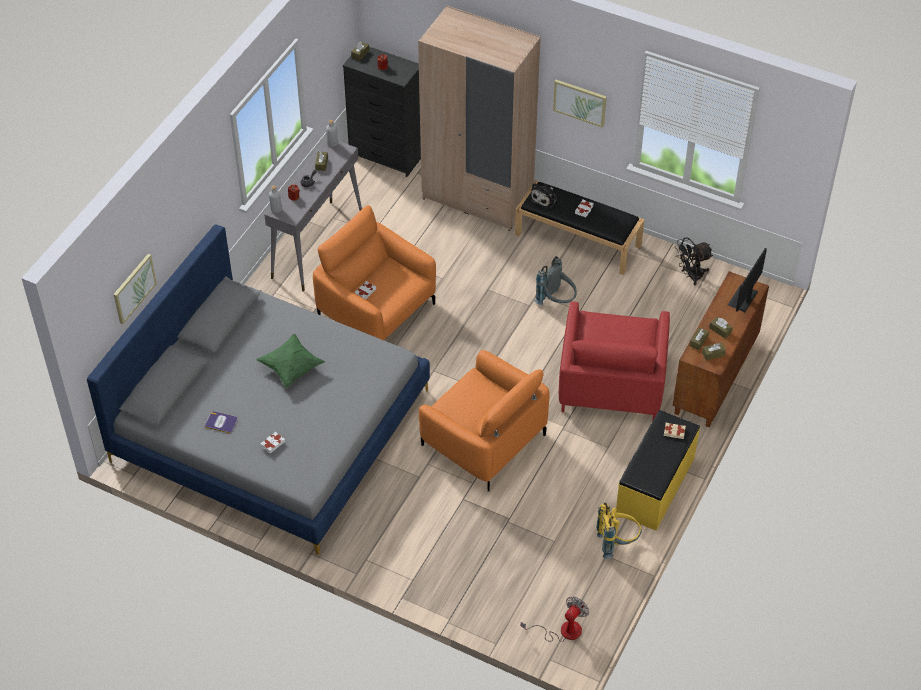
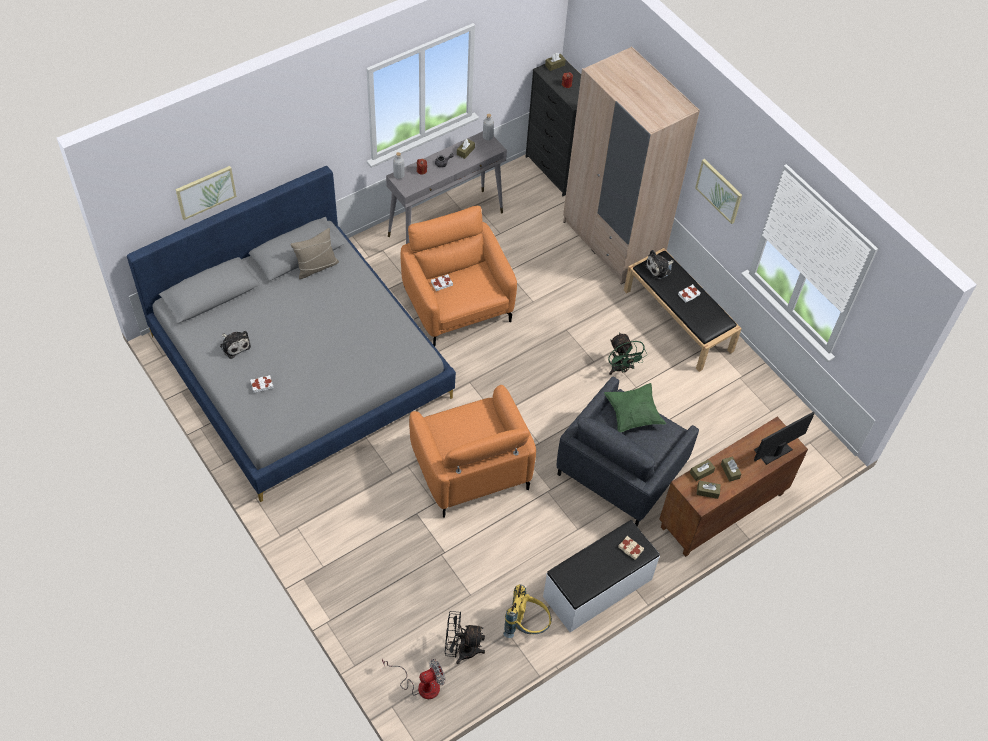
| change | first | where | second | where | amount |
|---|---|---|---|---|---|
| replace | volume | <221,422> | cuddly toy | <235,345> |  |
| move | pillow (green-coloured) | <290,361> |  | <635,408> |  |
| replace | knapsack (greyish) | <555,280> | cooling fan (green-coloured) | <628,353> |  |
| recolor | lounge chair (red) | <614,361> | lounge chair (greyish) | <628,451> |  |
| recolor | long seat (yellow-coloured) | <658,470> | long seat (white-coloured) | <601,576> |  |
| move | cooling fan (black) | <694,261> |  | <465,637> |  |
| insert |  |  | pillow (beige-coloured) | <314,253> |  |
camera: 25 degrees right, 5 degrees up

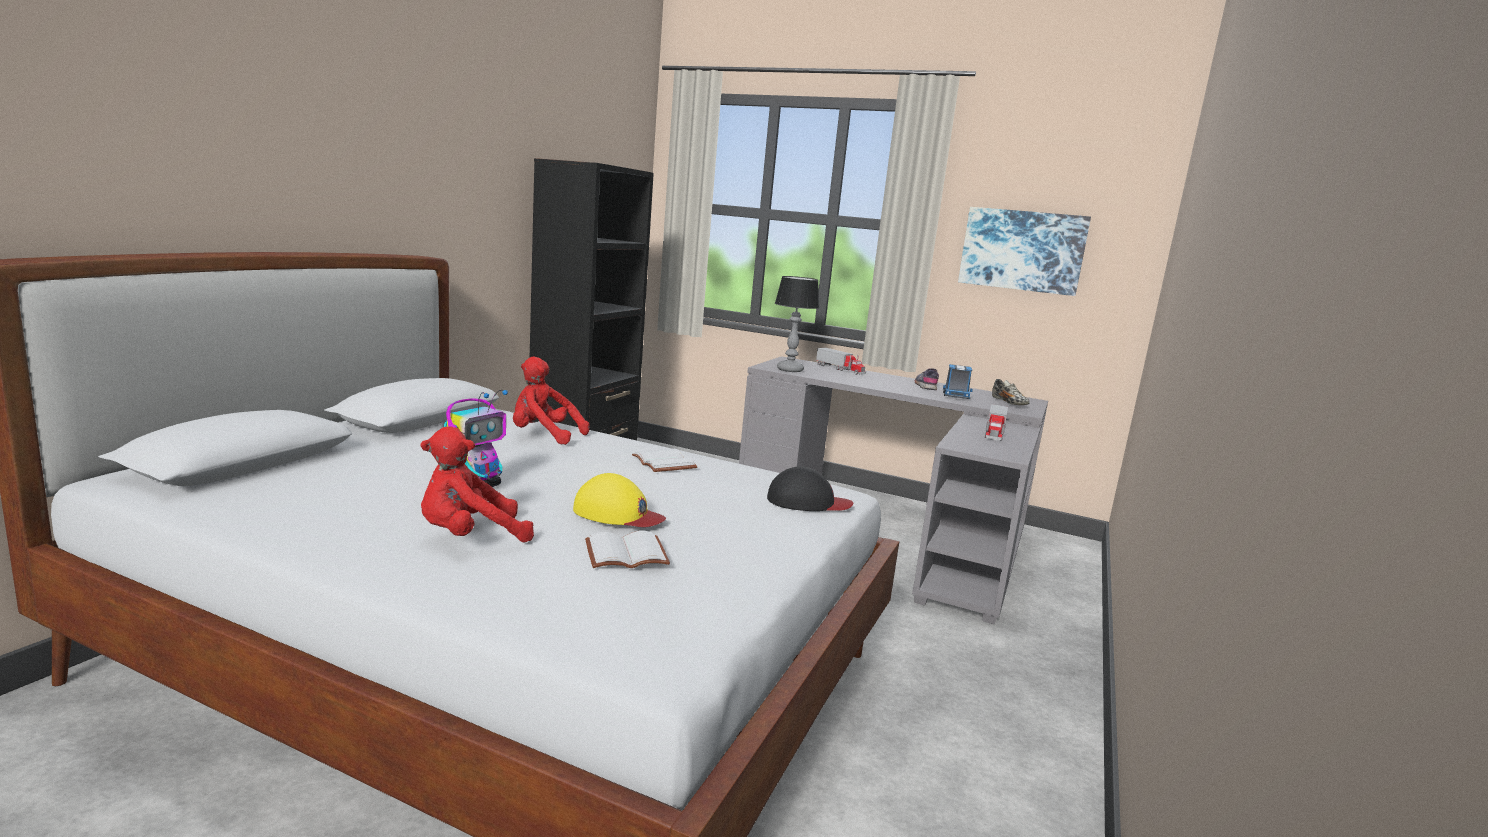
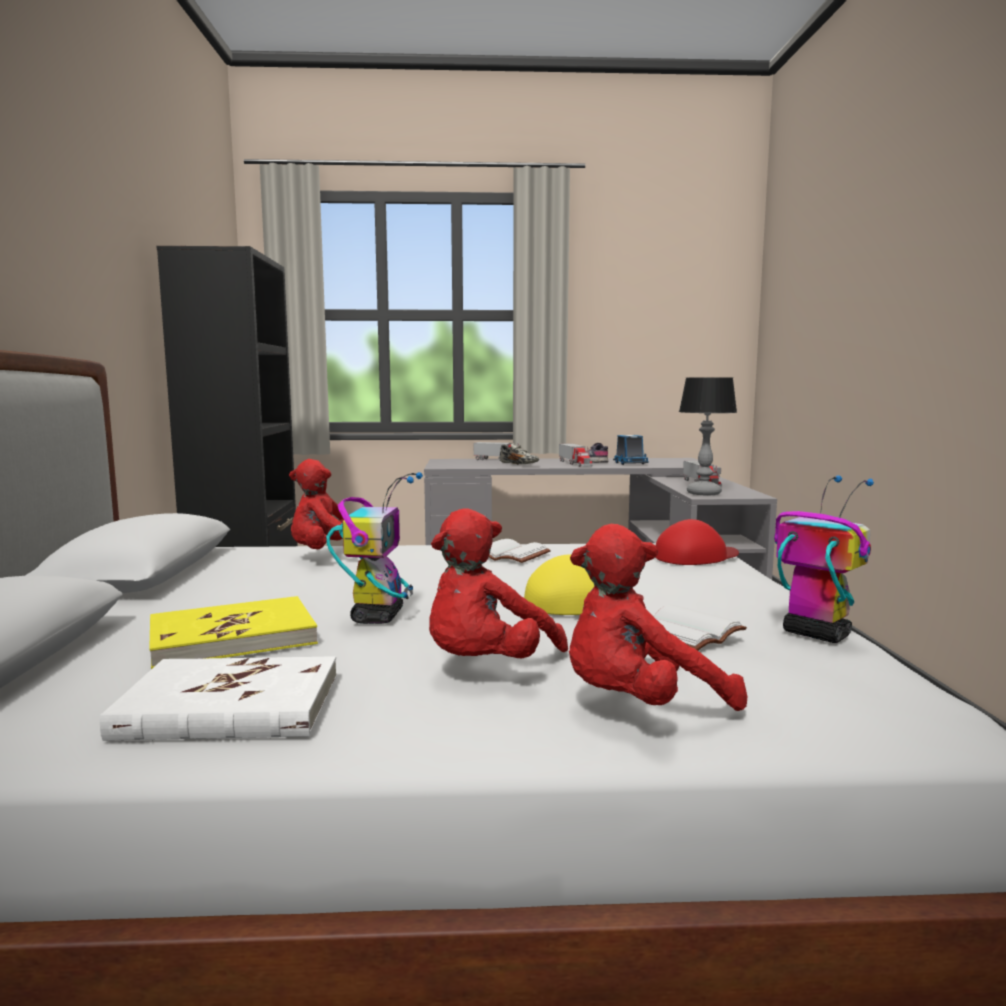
| change | first | where | second | where | amount |
|---|---|---|---|---|---|
| recolor | peaked cap (black) | <810,488> | peaked cap (red) | <697,542> |  |
| move | lamp for a table | <797,324> |  | <708,436> |  |
| delete | picture | <1024,251> |  |  |  |
| move | shoe | <1011,392> |  | <519,454> |  |
| insert |  |  | volume (white-coloured) | <218,698> |  |
| insert |  |  | volume (yellow-coloured) | <233,632> |  |
| insert |  |  | toy lorry | <576,455> |  |
| insert |  |  | cuddly toy (red) | <658,617> |  |
| insert |  |  | toy robot | <824,559> |  |
camera: 25 degrees left, 5 degrees down

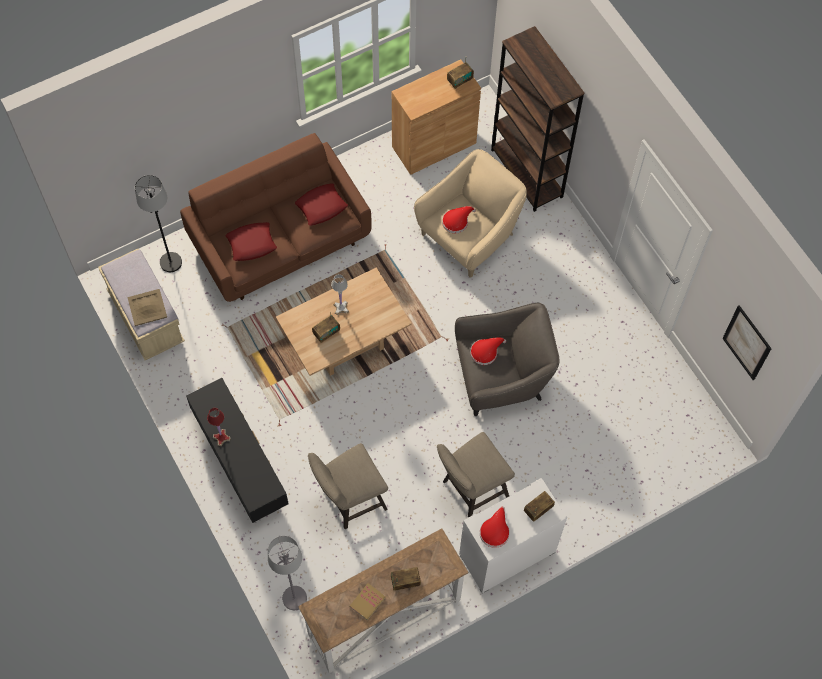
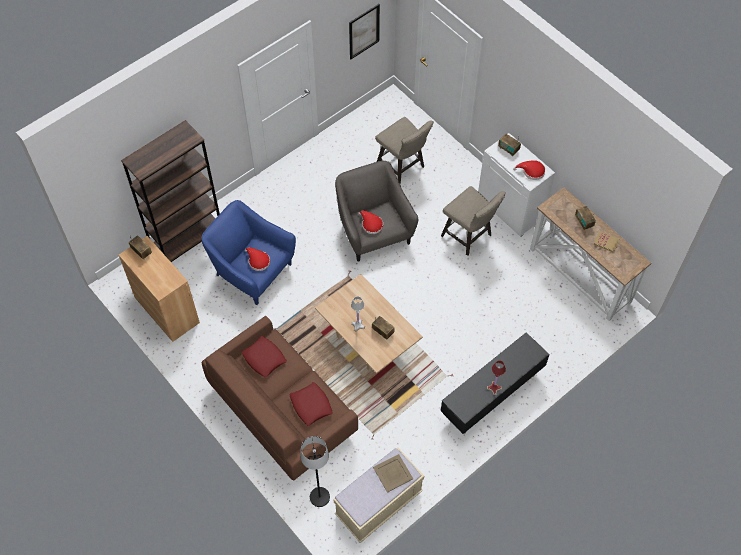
| change | first | where | second | where | amount |
|---|---|---|---|---|---|
| delete | standard lamp (greyish) | <287,573> |  |  |  |
| move | stool seat (beige-coloured) | <348,486> |  | <404,150> |  |
| recolor | lounge chair (beige-coloured) | <470,213> | lounge chair (bluish) | <248,252> |  |
camera: 100 degrees left, 5 degrees down

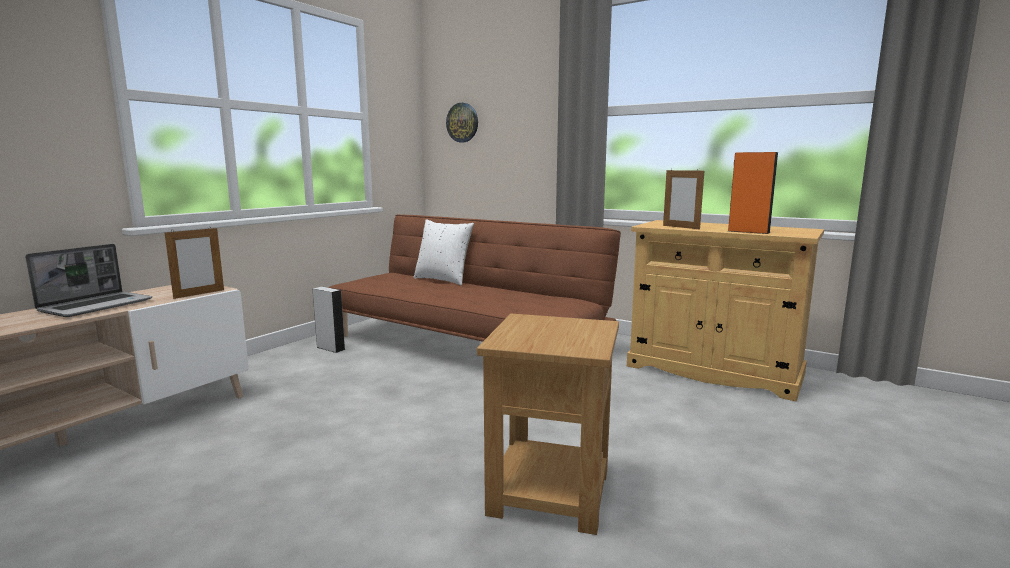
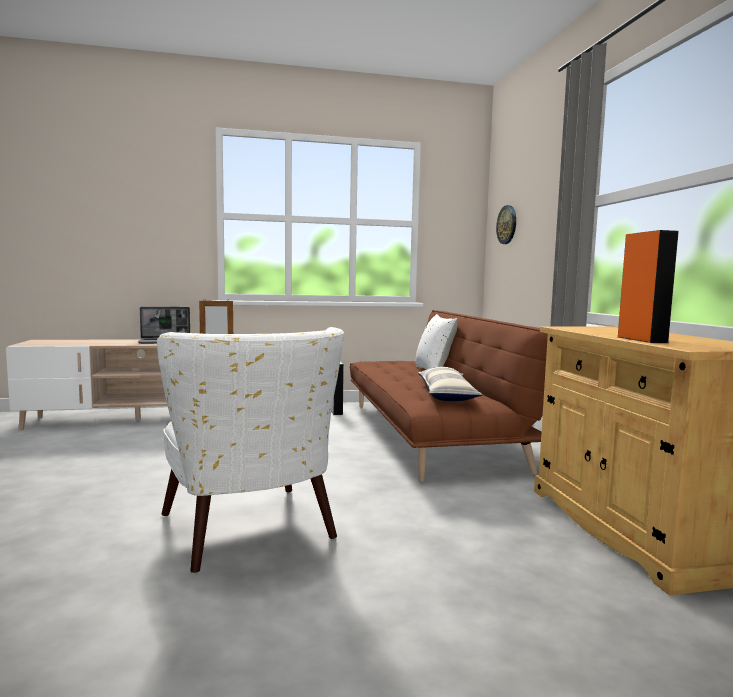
| change | first | where | second | where | amount |
|---|---|---|---|---|---|
| replace | side table (brownish) | <548,424> | lounge chair (white-coloured) | <250,450> |  |
| delete | photo frame | <683,198> |  |  |  |
| insert |  |  | pillow | <450,384> |  |
camera: 45 degrees right, 5 degrees down

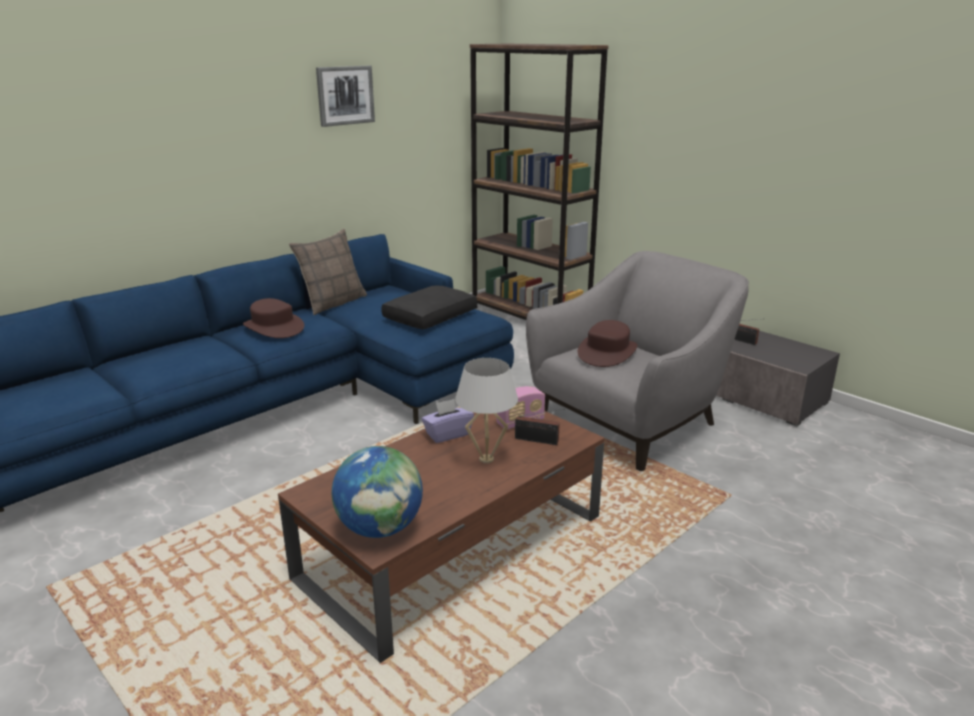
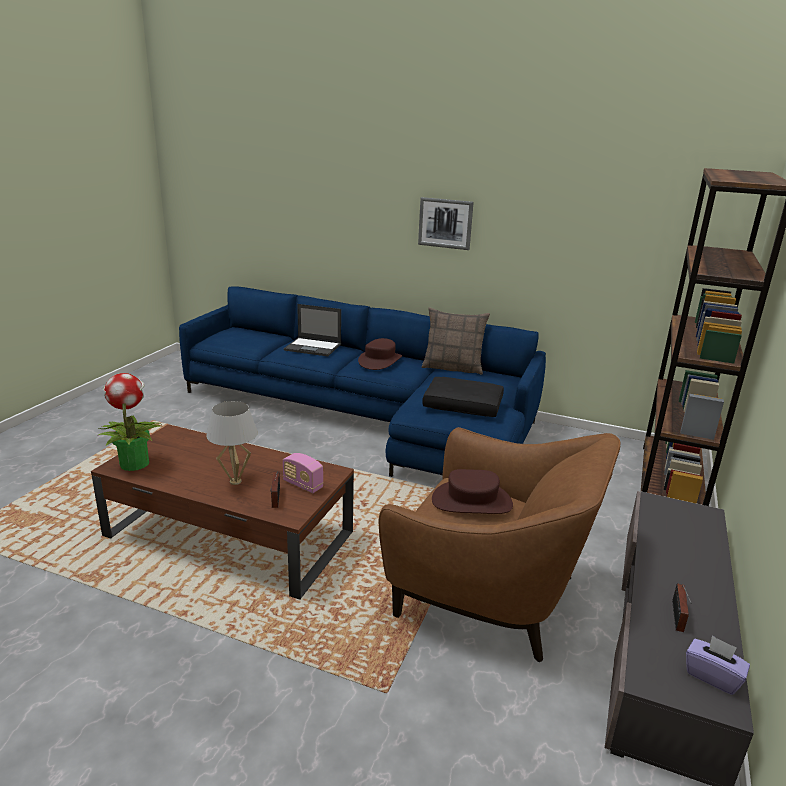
| change | first | where | second | where | amount |
|---|---|---|---|---|---|
| move | picture | <345,96> |  | <446,223> |  |
| replace | globe | <377,492> | potted plant | <129,422> |  |
| move | tissue box (purple) | <448,421> |  | <718,665> |  |
| recolor | lounge chair (greyish) | <637,361> | lounge chair (brownish) | <500,544> |  |
| insert |  |  | notebook computer | <312,330> |  |
camera: 65 degrees right, 0 degrees up

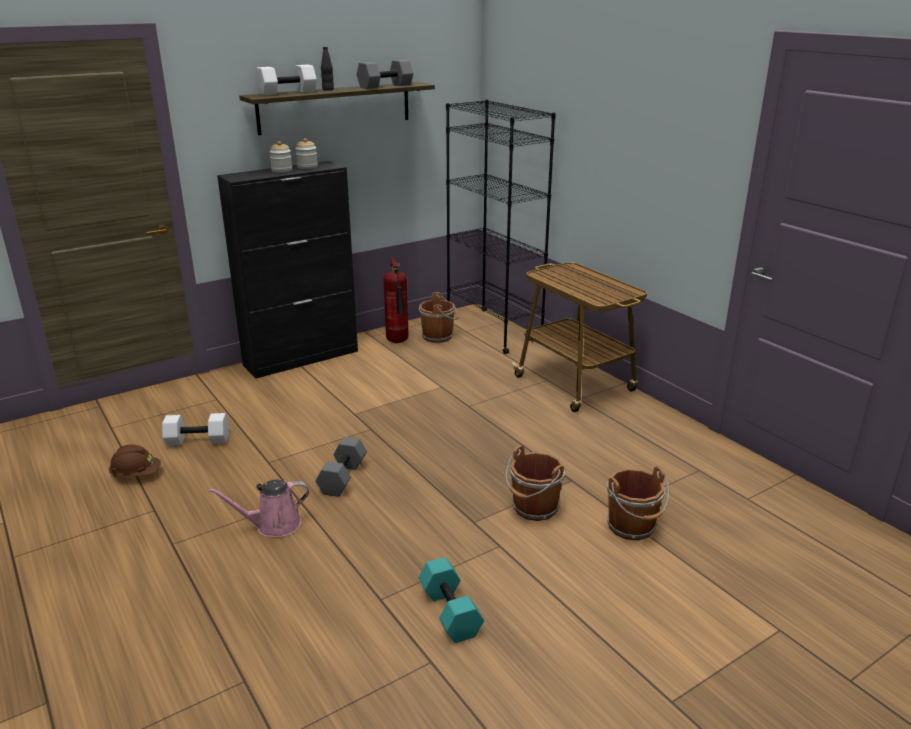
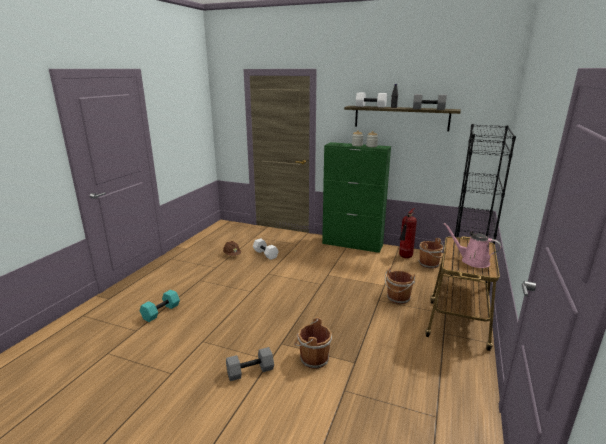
| change | first | where | second | where | amount |
|---|---|---|---|---|---|
| move | watering can (pinkish) | <258,508> |  | <472,245> |  |
| recolor | storage cabinet (black) | <287,270> | storage cabinet (green-coloured) | <356,197> |  |
| move | free weight (greyish) | <341,467> |  | <250,364> |  |
| move | free weight (turquoise) | <451,600> |  | <160,305> |  |
| move | water bucket (brownish) | <638,503> |  | <400,286> |  |
camera: 55 degrees right, 5 degrees down

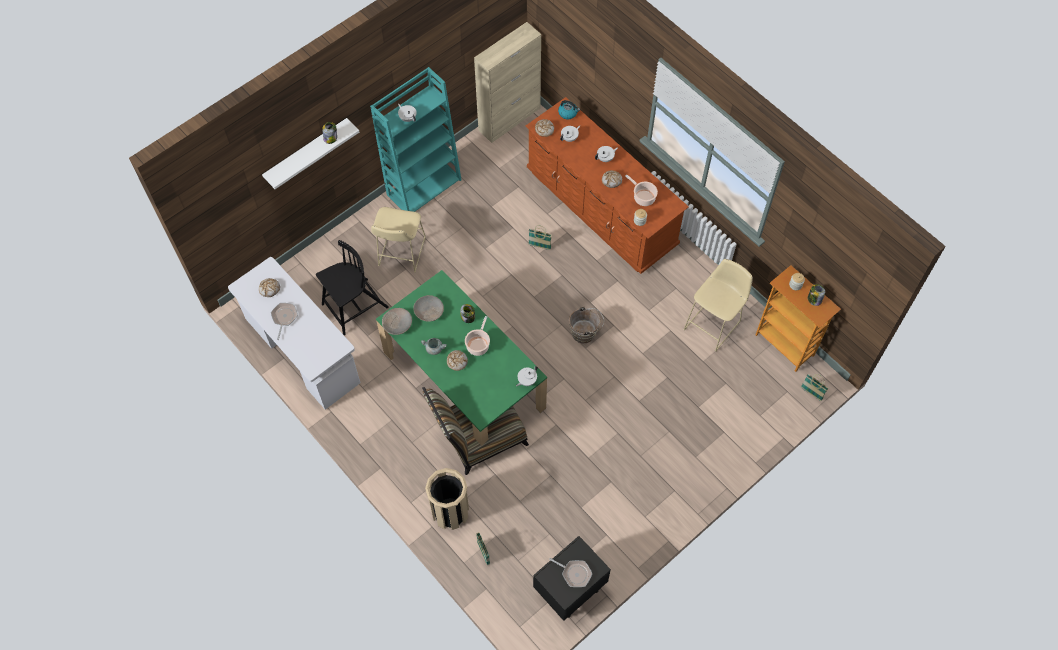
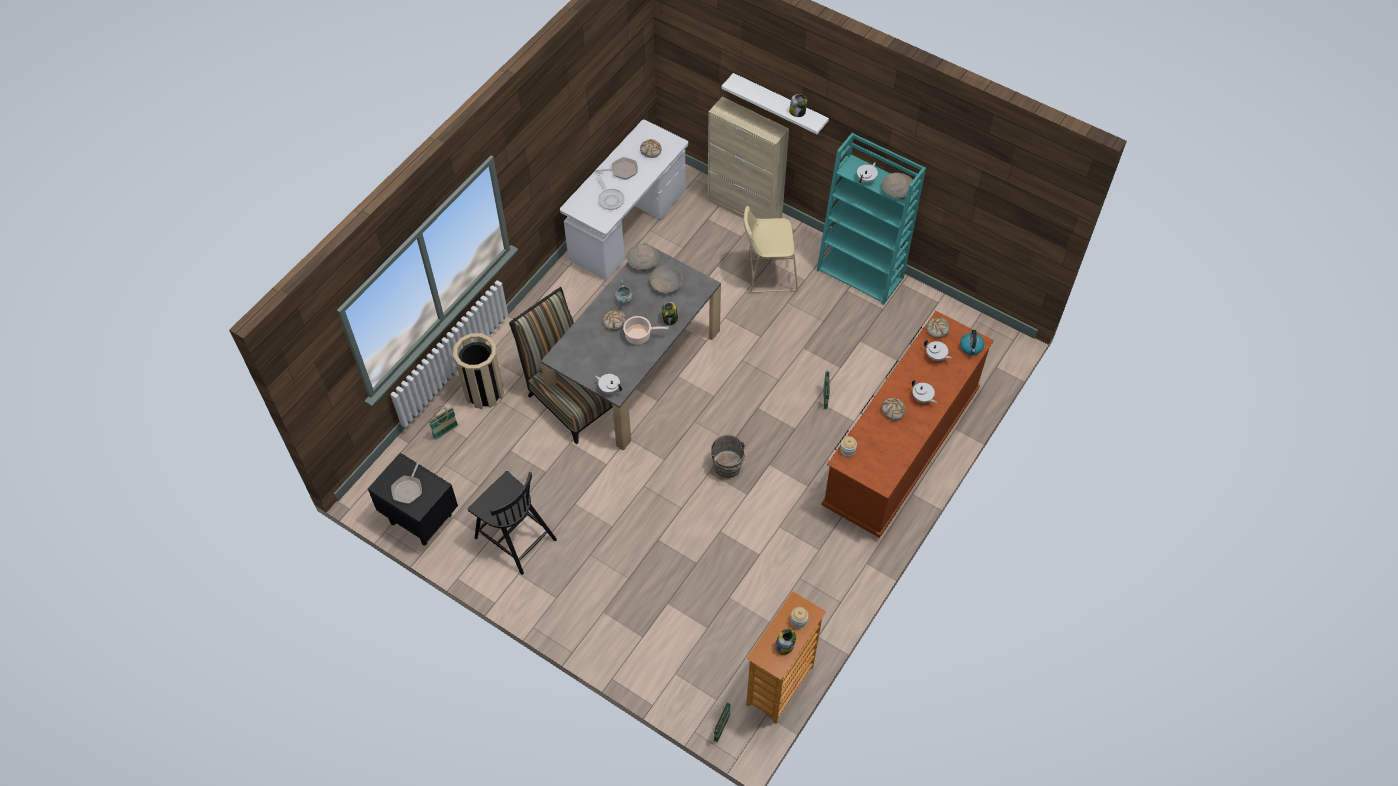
| change | first | where | second | where | amount |
|---|---|---|---|---|---|
| move | plain chair (black) | <352,287> |  | <512,523> |  |
| recolor | kitchen table (green-coloured) | <461,358> | kitchen table (greyish) | <631,347> |  |
| move | storage cabinet (beige-coloured) | <507,82> |  | <748,158> |  |
| delete | cooking pot | <641,190> |  |  |  |
| delete | stool seat (beige-coloured) | <718,305> |  |  |  |
| insert |  |  | pan | <611,192> |  |
| insert |  |  | bowl (beige-coloured) | <897,186> |  |
camera: 75 degrees right, 5 degrees down

